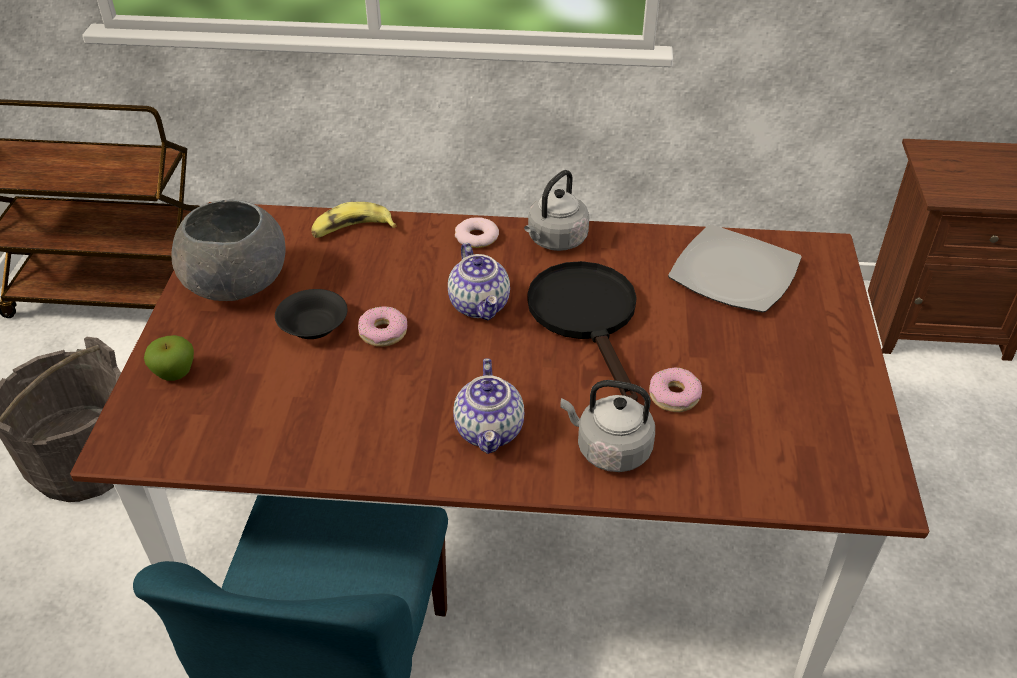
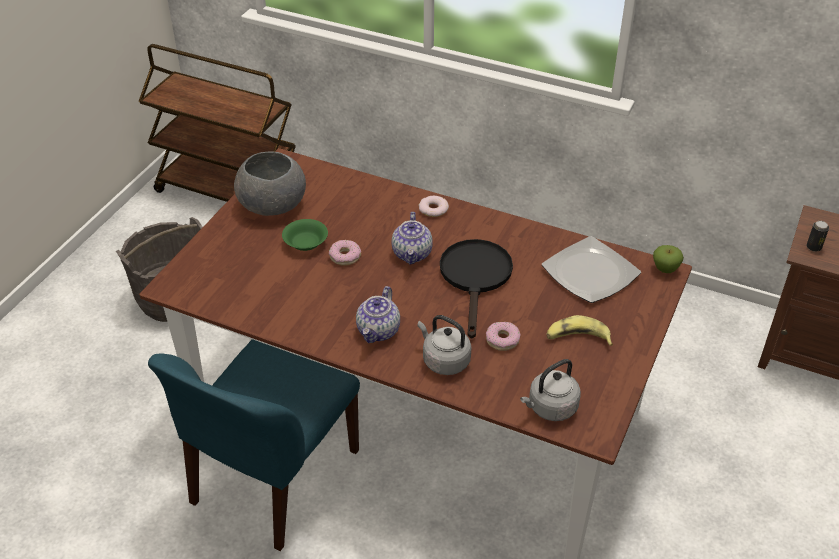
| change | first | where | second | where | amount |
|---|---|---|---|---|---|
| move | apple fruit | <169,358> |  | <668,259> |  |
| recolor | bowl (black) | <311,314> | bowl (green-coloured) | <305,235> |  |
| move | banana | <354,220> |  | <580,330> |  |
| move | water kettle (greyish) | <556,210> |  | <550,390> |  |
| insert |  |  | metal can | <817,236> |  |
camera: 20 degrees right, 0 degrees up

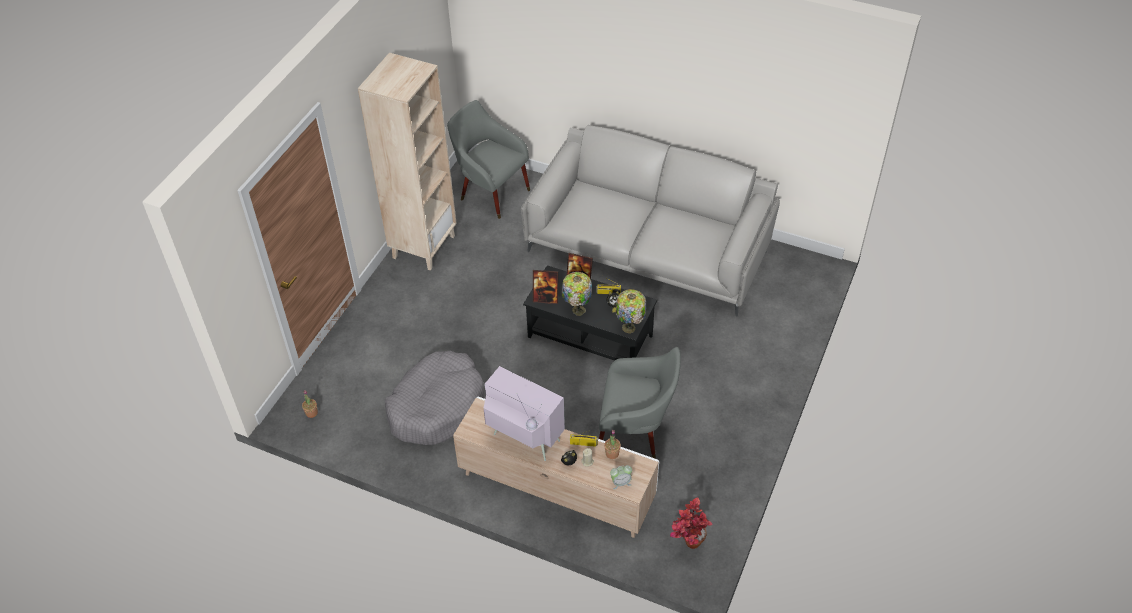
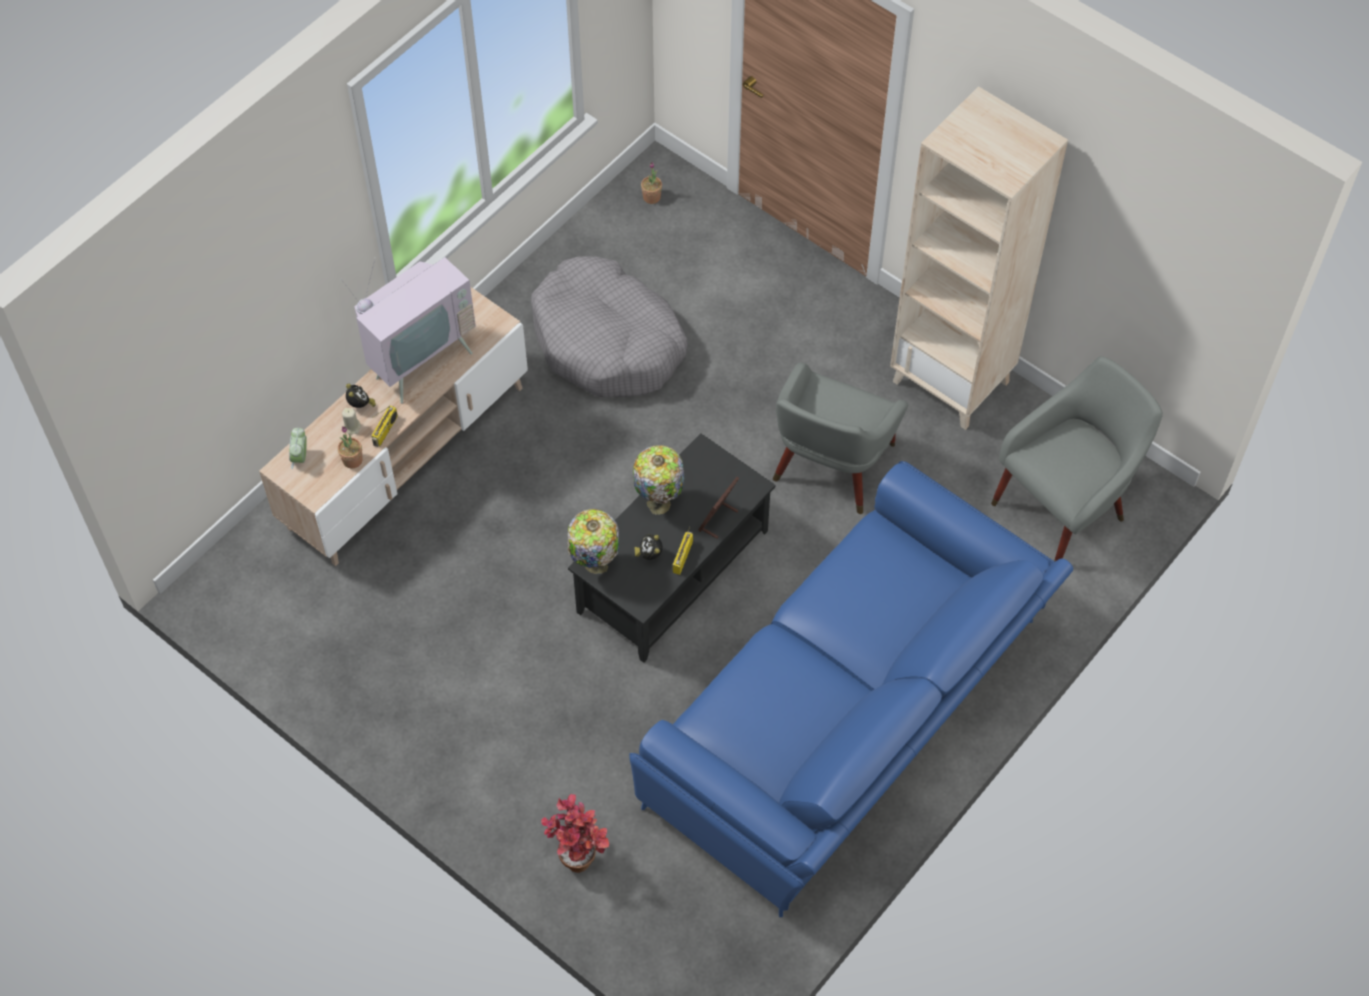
| change | first | where | second | where | amount |
|---|---|---|---|---|---|
| recolor | sofa (greyish) | <650,221> | sofa (bluish) | <851,689> |  |
| delete | photo frame | <545,287> |  |  |  |
| move | lounge chair (greyish) | <640,403> |  | <840,438> |  |
| move | potted plant | <691,523> |  | <575,833> |  |
camera: 105 degrees right, 10 degrees up

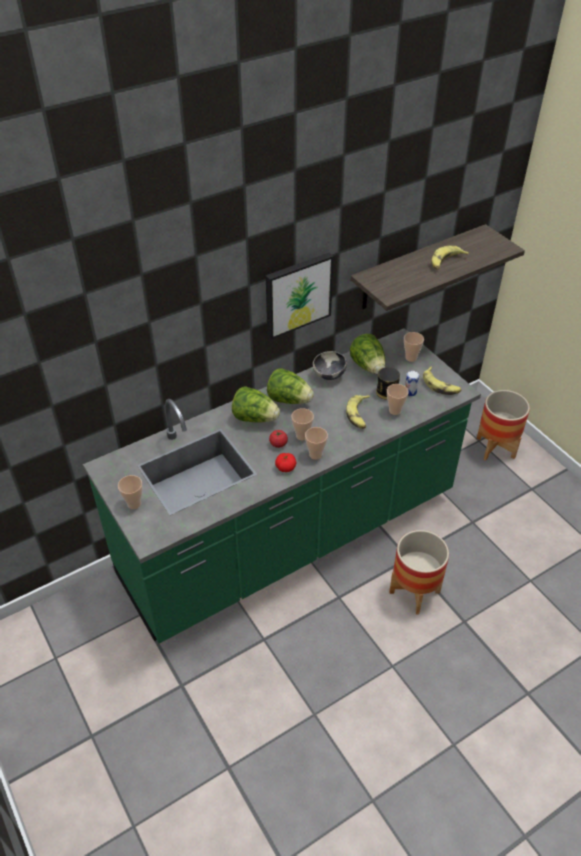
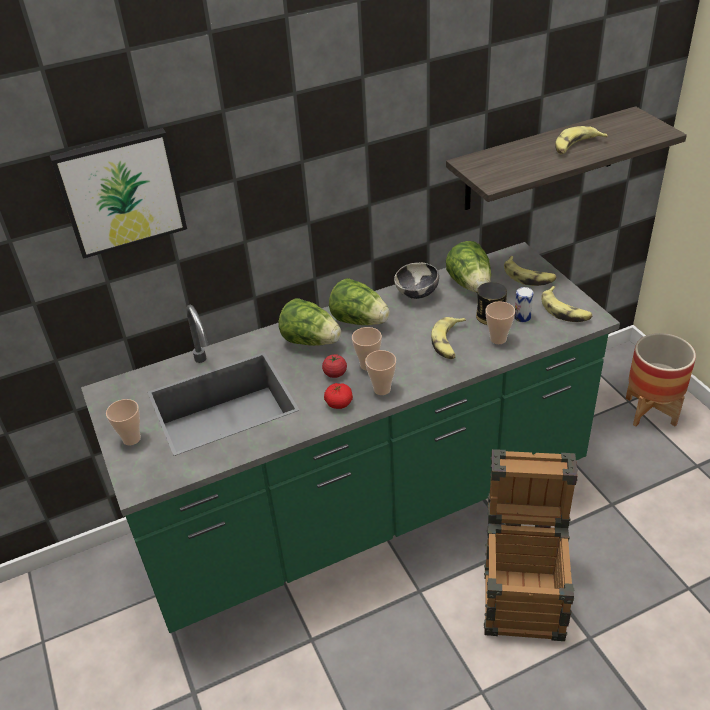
| change | first | where | second | where | amount |
|---|---|---|---|---|---|
| move | picture | <300,296> |  | <118,193> |  |
| replace | flower pot | <419,572> | packing crate | <531,545> |  |
| replace | cup | <414,347> | banana | <530,271> |  |
camera: 10 degrees right, 5 degrees down

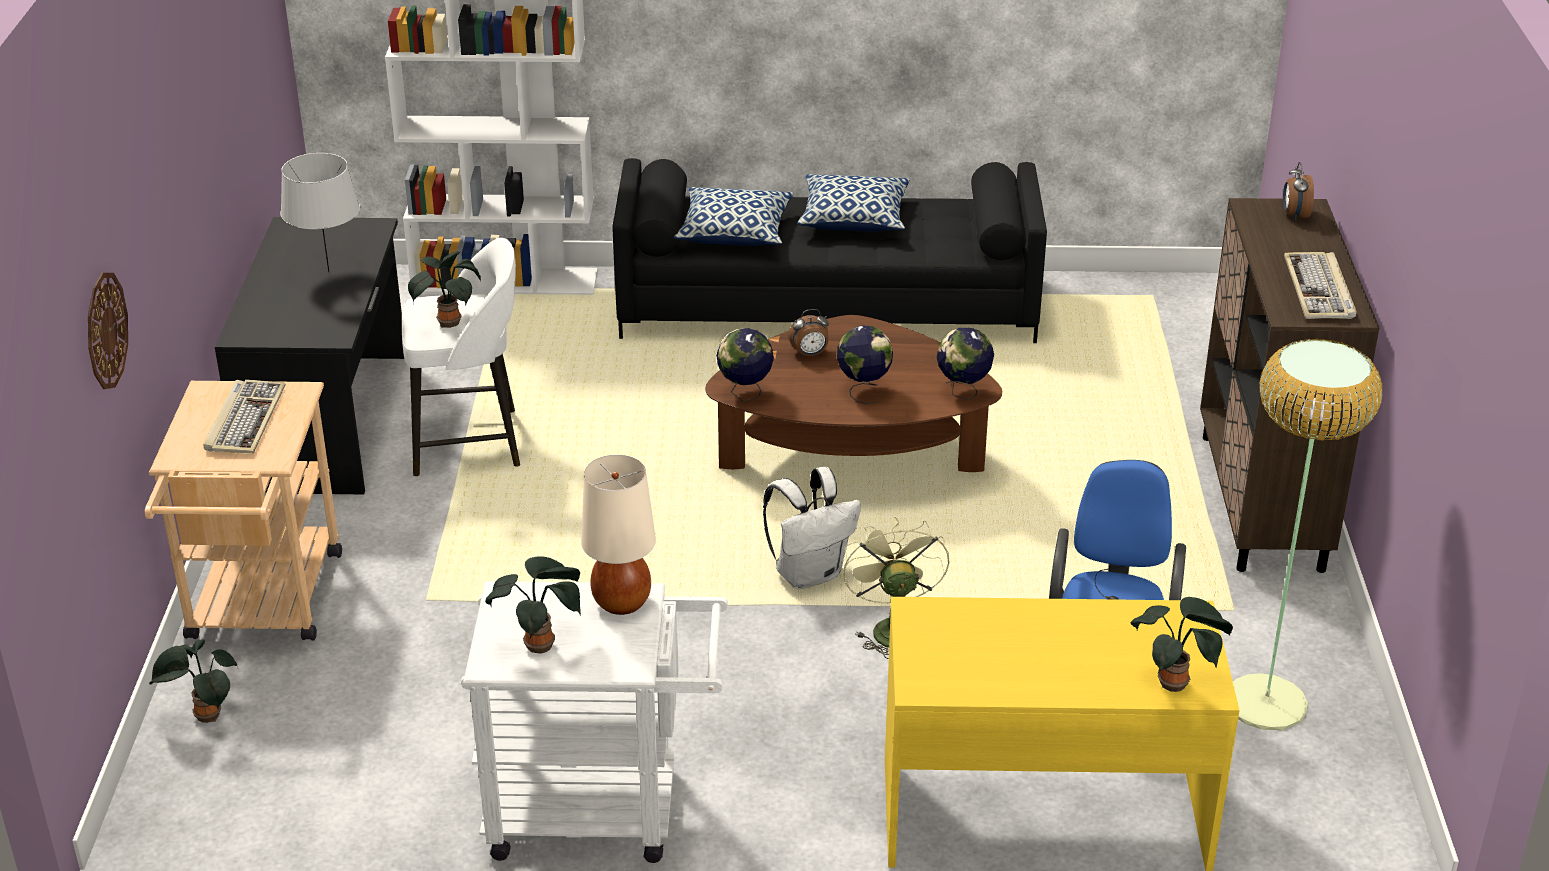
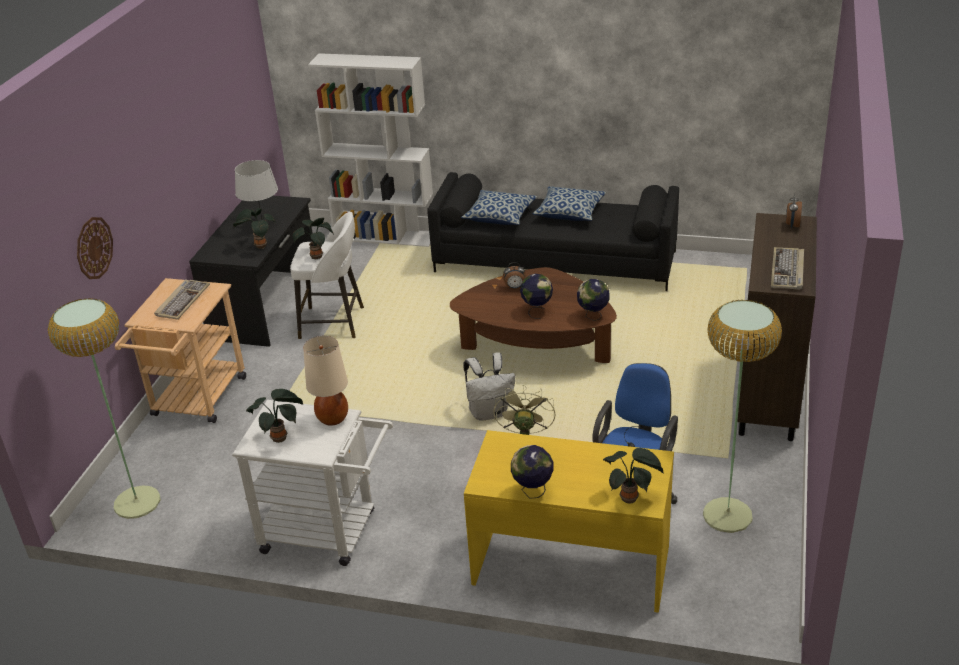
| change | first | where | second | where | amount |
|---|---|---|---|---|---|
| move | potted plant | <193,681> |  | <254,228> |  |
| move | globe | <745,364> |  | <532,472> |  |
| insert |  |  | standard lamp | <104,408> |  |
camera: 15 degrees right, 0 degrees up

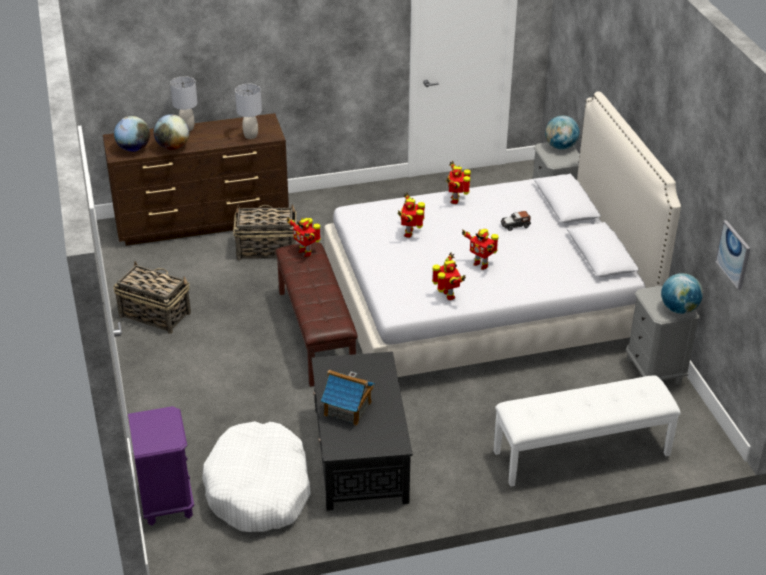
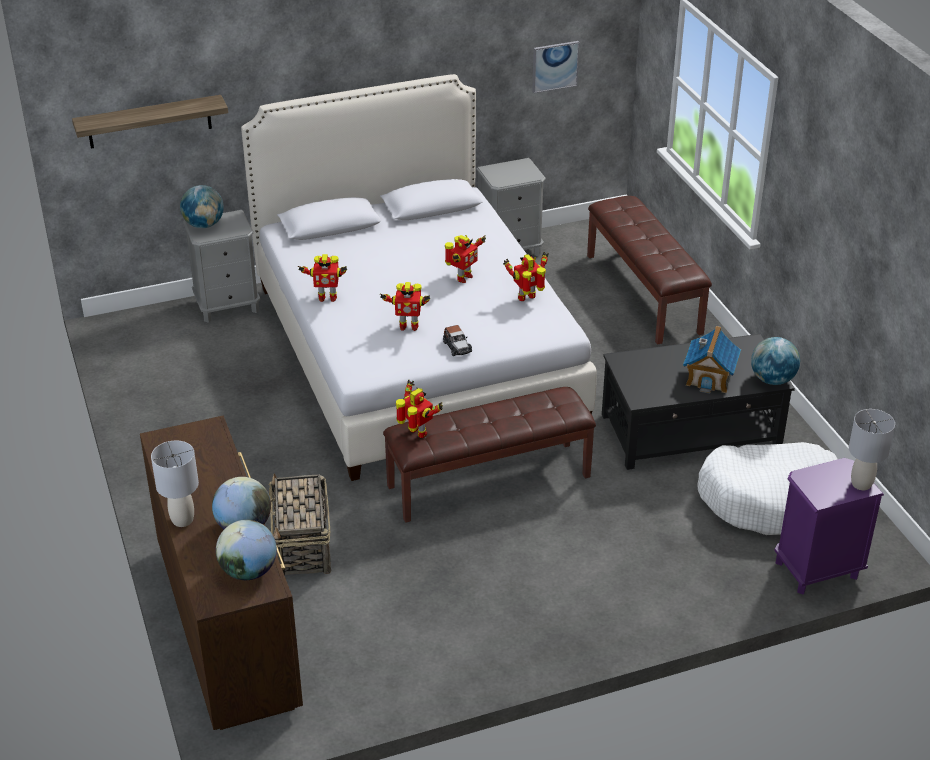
| change | first | where | second | where | amount |
|---|---|---|---|---|---|
| delete | basket | <152,297> |  |  |  |
| move | lamp for a table (greyish) | <248,111> |  | <872,449> |  |
| rotate | toy robot | <304,237> |  | <419,408> | 90 degrees counterclockwise |
| recolor | long seat (white-coloured) | <587,431> | long seat (brownish) | <649,270> |  |
| move | model car | <516,221> |  | <457,340> |  |
| move | globe | <682,293> |  | <775,361> |  |
| insert |  |  | wall shelf | <150,122> |  |
camera: 95 degrees left, 0 degrees up

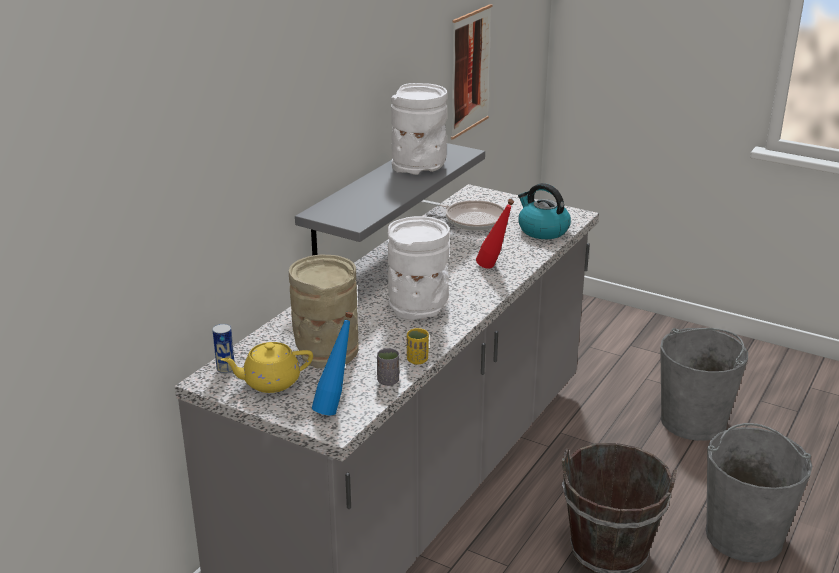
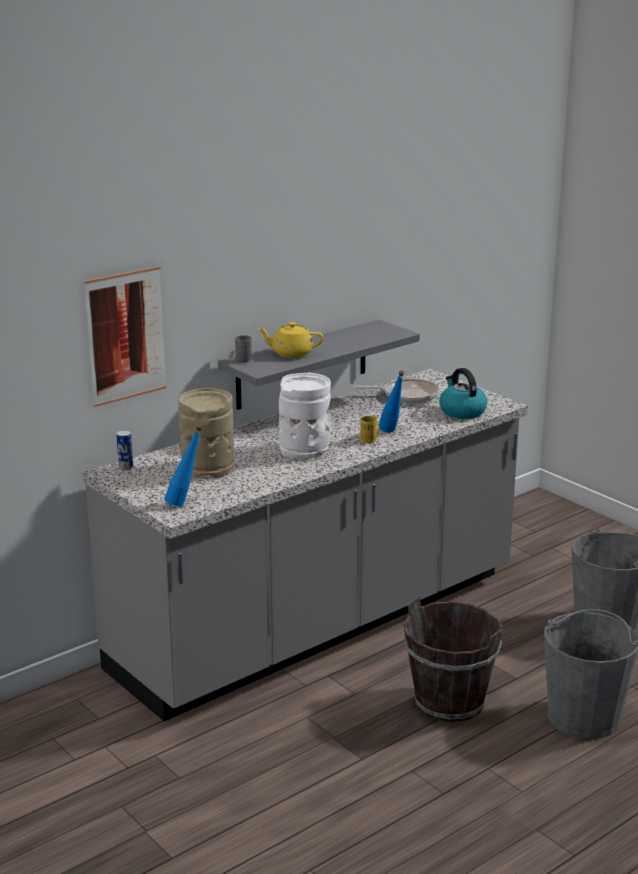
| change | first | where | second | where | amount |
|---|---|---|---|---|---|
| move | tea pot (yellow-coloured) | <266,367> |  | <290,340> |  |
| move | cup (greyish) | <388,367> |  | <243,348> |  |
| delete | flower vase (white-coloured) | <419,129> |  |  |  |
| move | cup (yellow-coloured) | <418,346> |  | <368,429> |  |
| rotate | pan | <462,215> |  | <397,390> | 45 degrees counterclockwise |
| move | picture | <471,72> |  | <125,336> |  |
| recolor | beverage bottle (red) | <495,234> | beverage bottle (bluish) | <391,402> |  |
camera: 20 degrees right, 5 degrees down

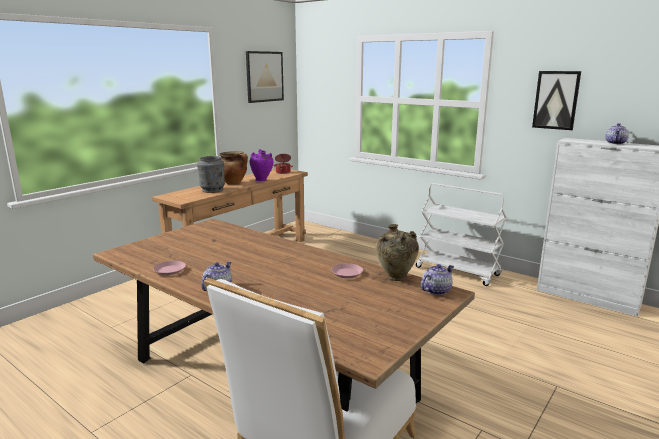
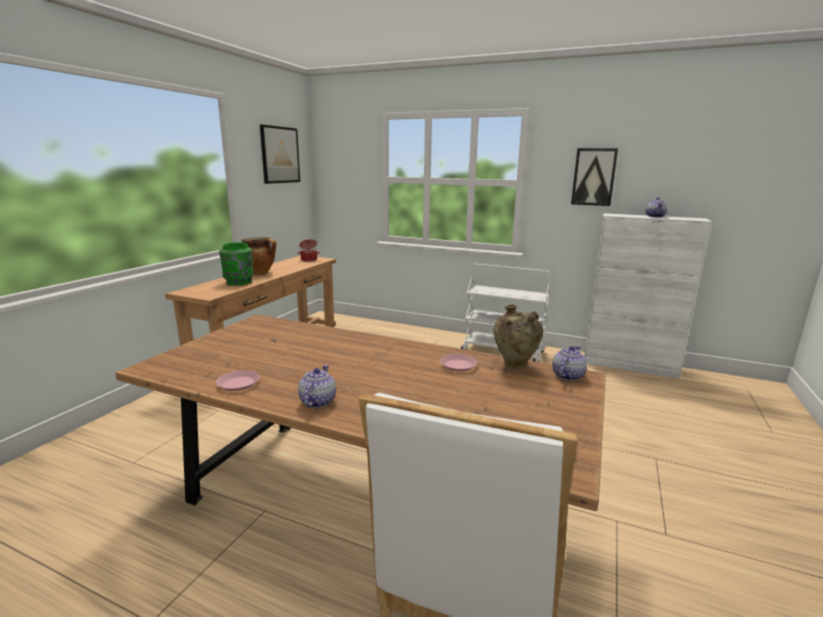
| change | first | where | second | where | amount |
|---|---|---|---|---|---|
| recolor | flower vase (greyish) | <211,174> | flower vase (green-coloured) | <236,263> |  |
| delete | flower vase (purple) | <262,165> |  |  |  |
camera: 15 degrees left, 0 degrees up

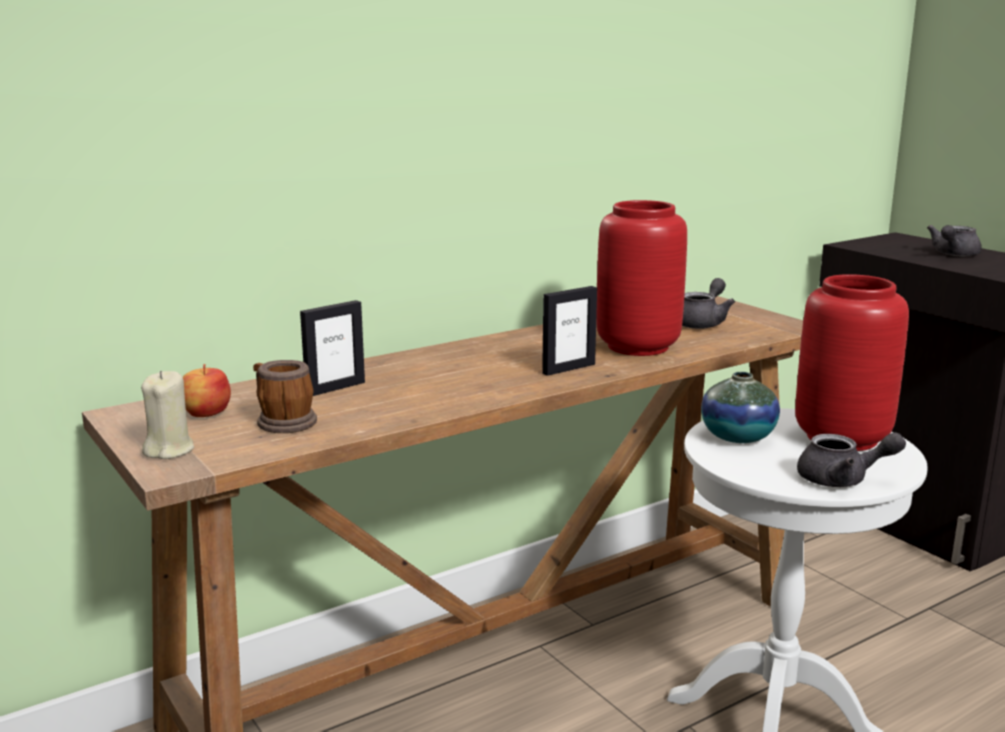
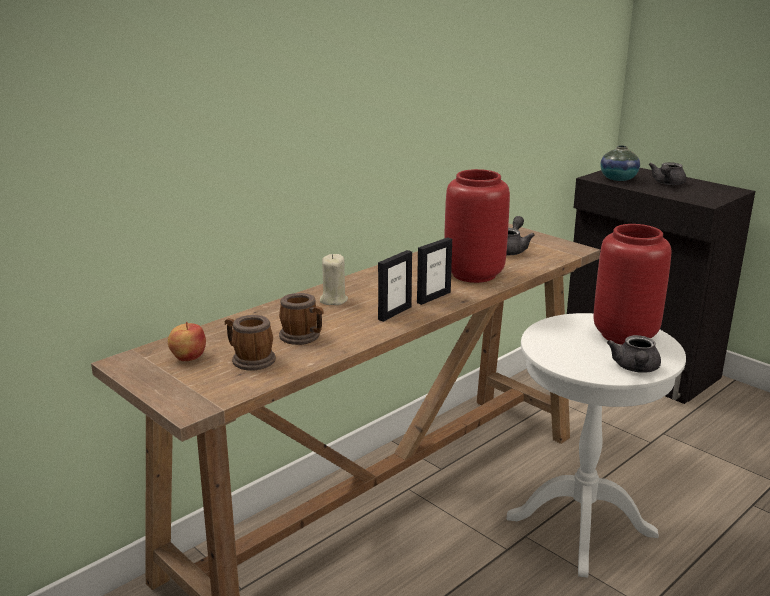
| change | first | where | second | where | amount |
|---|---|---|---|---|---|
| move | candle (beige-coloured) | <167,415> |  | <334,279> |  |
| move | photo frame | <332,348> |  | <395,286> |  |
| move | flower vase | <740,407> |  | <620,163> |  |
| rotate | tea pot (greyish) | <851,459> |  | <634,354> | 105 degrees clockwise |
| insert |  |  | coffee mug | <301,319> |  |
camera: 10 degrees left, 5 degrees up

